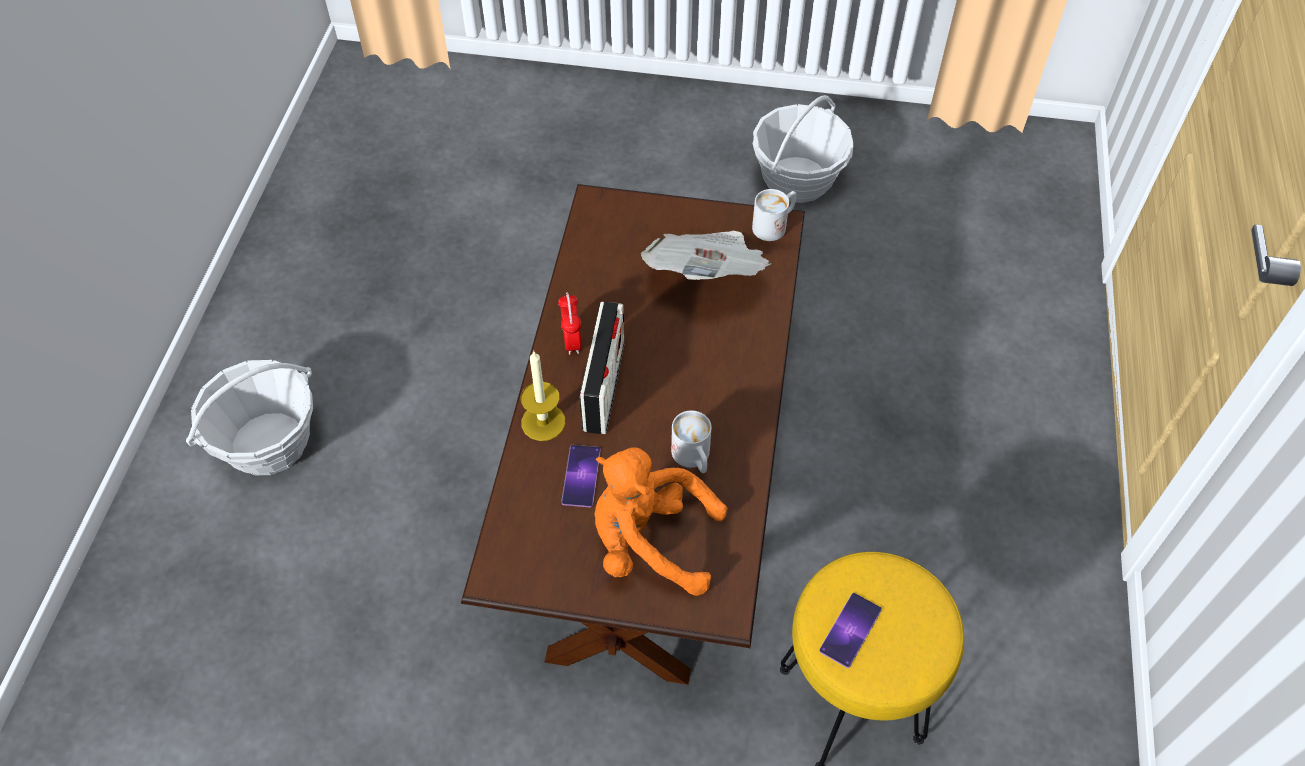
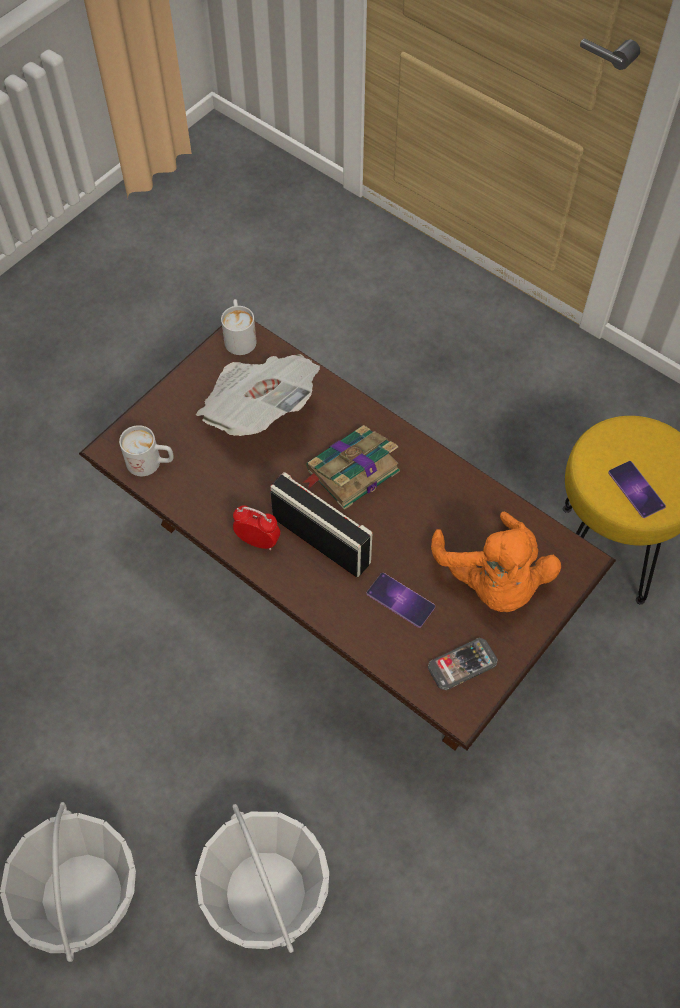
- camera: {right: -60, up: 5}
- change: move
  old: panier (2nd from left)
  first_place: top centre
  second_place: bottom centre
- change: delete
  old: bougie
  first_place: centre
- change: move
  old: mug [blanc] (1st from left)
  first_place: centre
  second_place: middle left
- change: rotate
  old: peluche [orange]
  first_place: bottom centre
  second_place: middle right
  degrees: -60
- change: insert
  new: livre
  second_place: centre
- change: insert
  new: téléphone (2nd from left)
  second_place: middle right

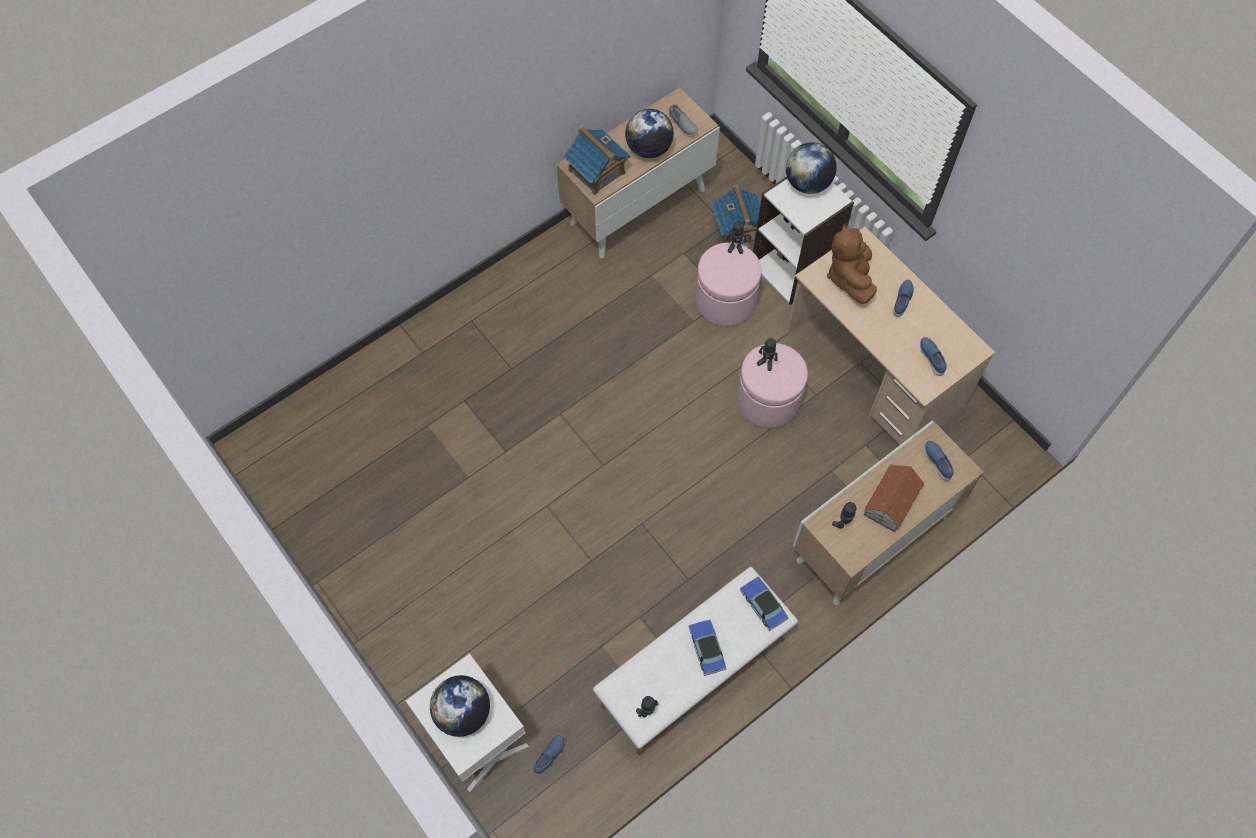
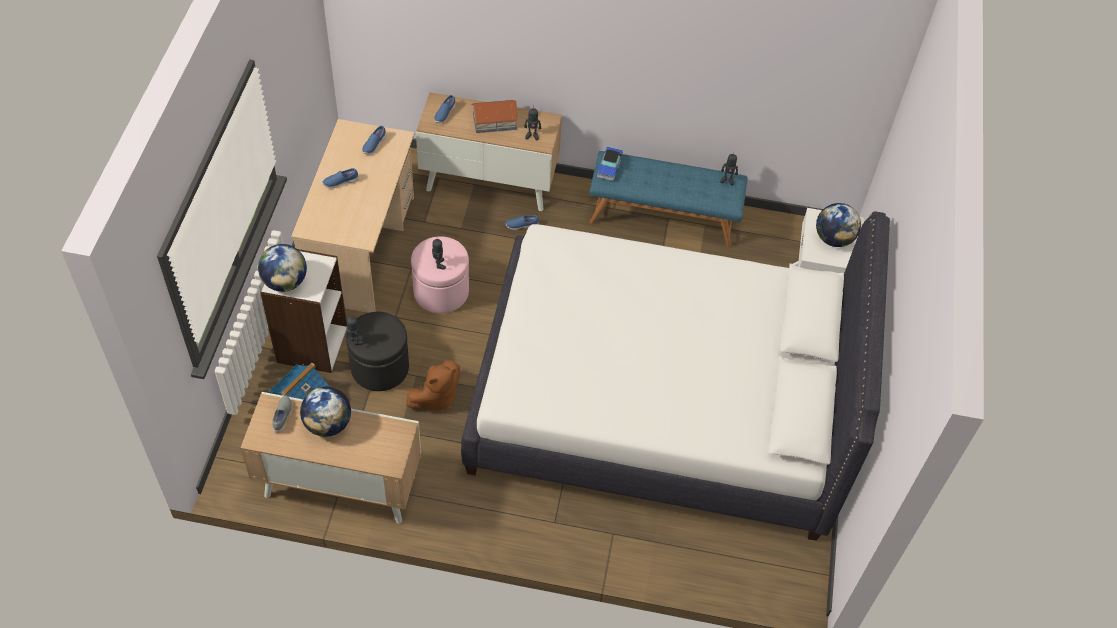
- camera: {right: -135, up: -10}
- change: delete
  old: maison miniature (1st from left)
  first_place: top centre
- change: move
  old: peluche [marron]
  first_place: top right
  second_place: centre
- change: recolor
  old: pouf [rose] (1st from left)
  new: pouf [noir]
  first_place: centre
  second_place: centre
- change: recolor
  old: banc [blanc]
  new: banc [bleu]
  first_place: bottom centre
  second_place: top centre
- change: delete
  old: petite voiture (1st from left)
  first_place: bottom centre
- change: move
  old: chaussure [bleu] (1st from left in the first image)
  new: chaussure [bleu] (4th from left)
  first_place: bottom centre
  second_place: centre
- change: insert
  new: lit [blanc]
  second_place: centre

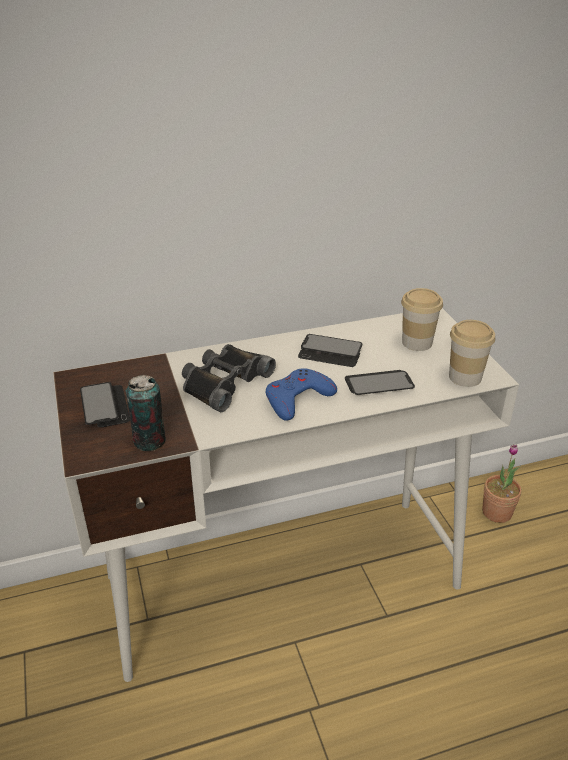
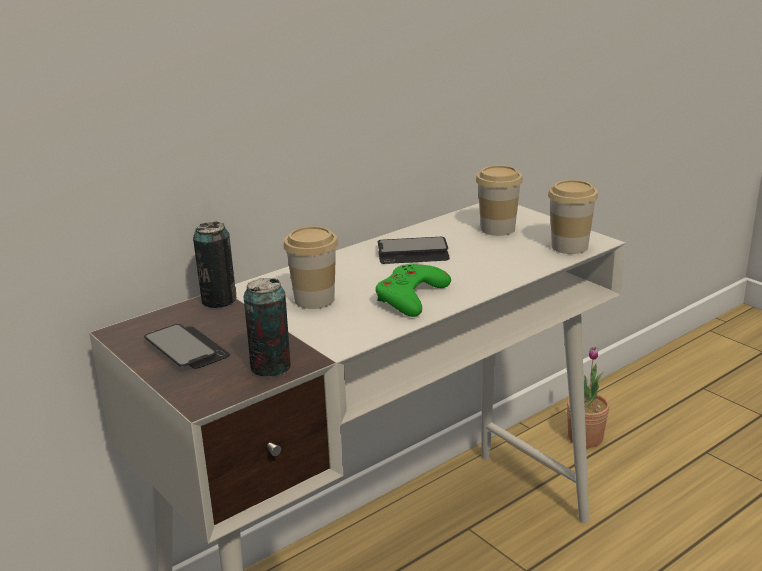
- camera: {right: -20, up: -10}
- change: replace
  old: jumelles [noir]
  new: tasse (1st from left)
  first_place: centre
  second_place: centre
- change: recolor
  old: manette [bleu]
  new: manette [vert]
  first_place: centre
  second_place: centre
- change: delete
  old: téléphone (3rd from left)
  first_place: middle right
- change: insert
  new: boîte métallique (1st from left)
  second_place: middle left

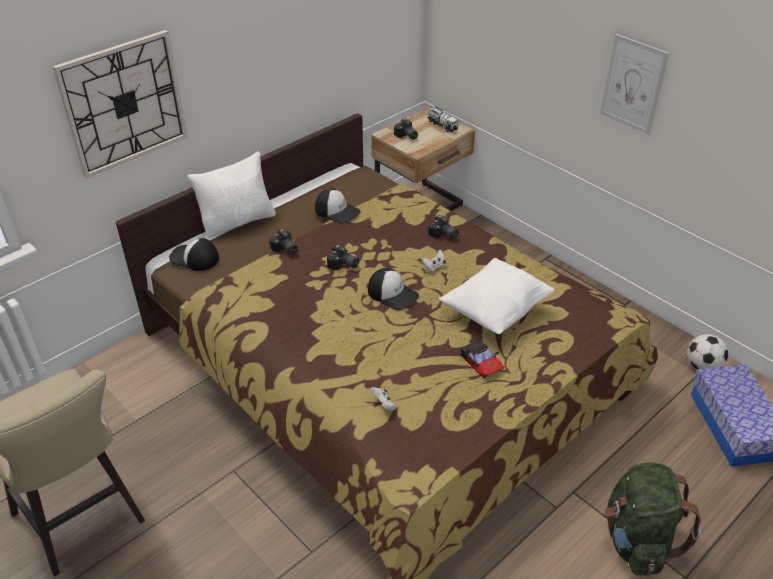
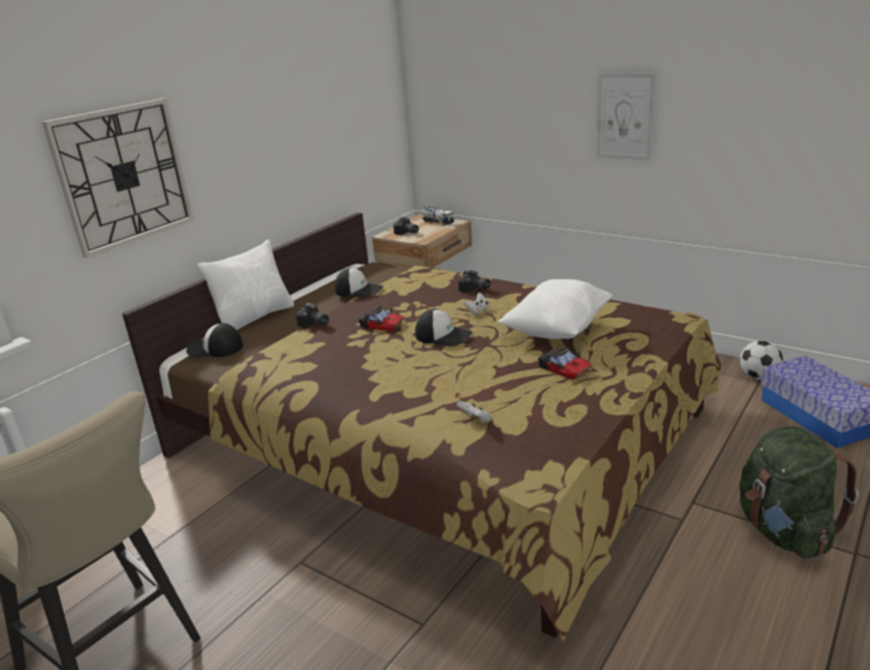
- camera: {right: -10, up: -15}
- change: replace
  old: appareil photo (2nd from left)
  new: petite voiture (1st from left)
  first_place: centre
  second_place: centre

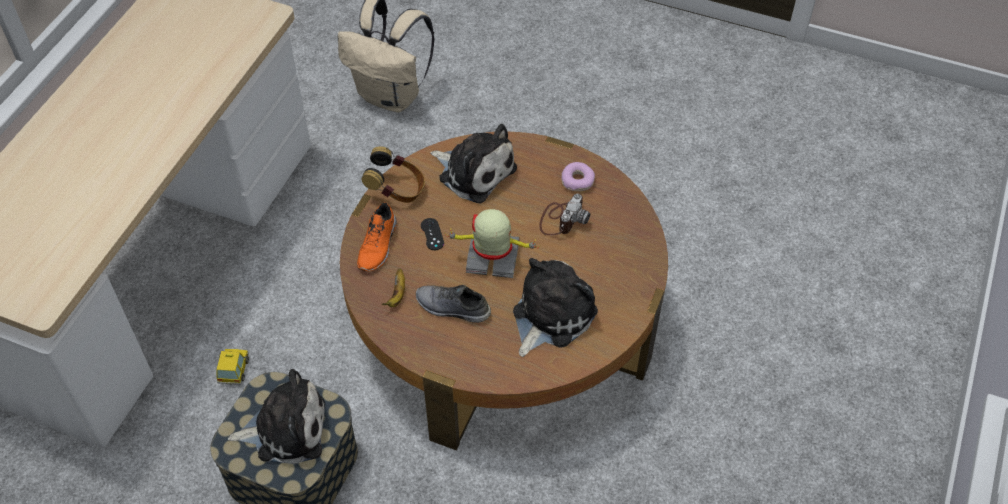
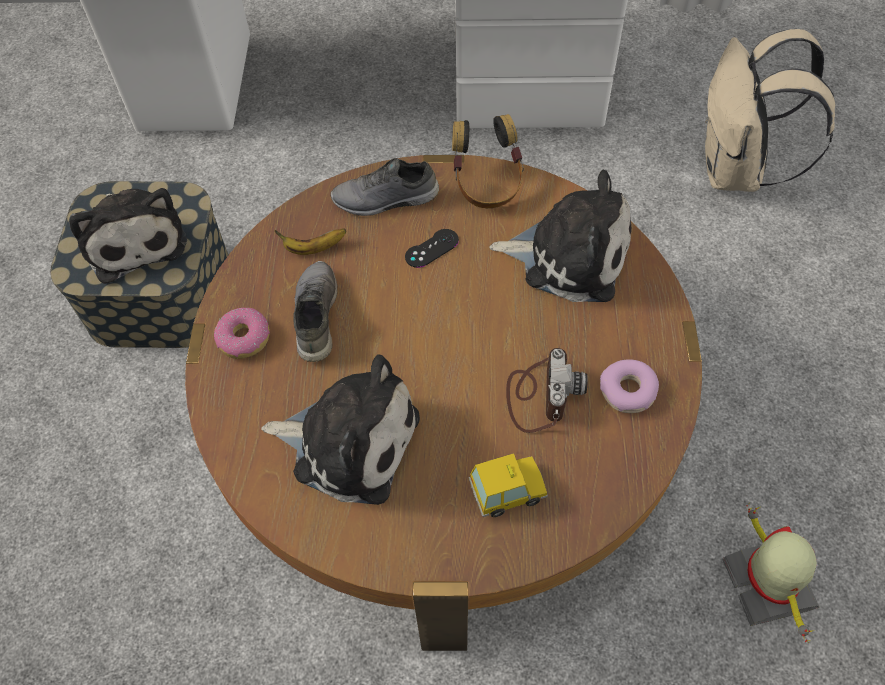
- camera: {right: 70, up: 5}
- change: rotate
  old: peluche (2nd from left in the first image)
  first_place: top centre
  second_place: centre
  degrees: -90
- change: rotate
  old: appareil photo
  first_place: centre
  second_place: centre
  degrees: -90
- change: recolor
  old: chaussure [orange]
  new: chaussure [gris] (2nd from left)
  first_place: centre
  second_place: top centre
- change: move
  old: robot jouet
  first_place: centre
  second_place: bottom right
- change: move
  old: petite voiture
  first_place: bottom left
  second_place: bottom centre
- change: insert
  new: beignet (1st from left)
  second_place: middle left

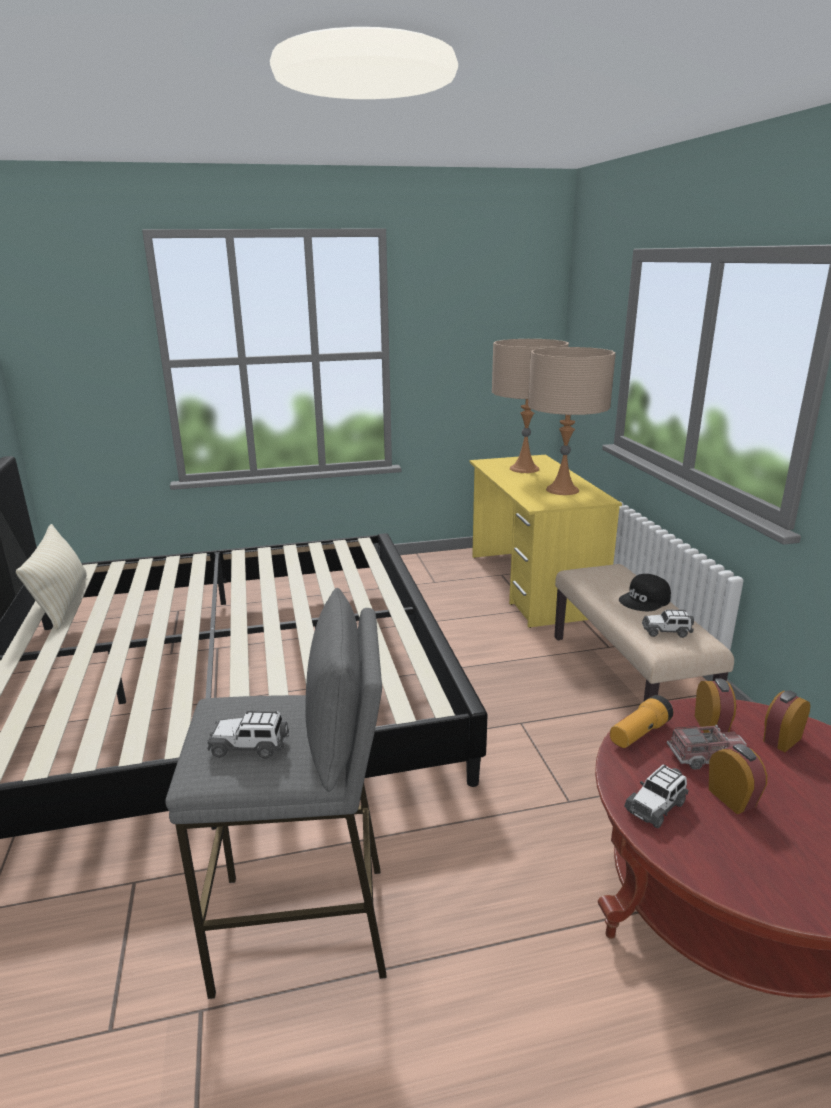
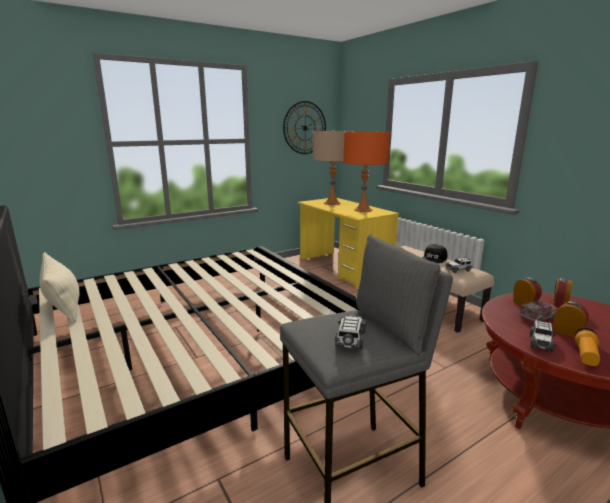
- camera: {right: -20, up: -5}
- change: recolor
  old: lampe de table [beige] (2nd from left)
  new: lampe de table [orange]
  first_place: middle right
  second_place: centre
- change: move
  old: lampe de poche
  first_place: middle right
  second_place: bottom right
- change: rotate
  old: petite voiture (1st from left)
  first_place: middle left
  second_place: centre
  degrees: 120
- change: insert
  new: horloge murale
  second_place: top centre

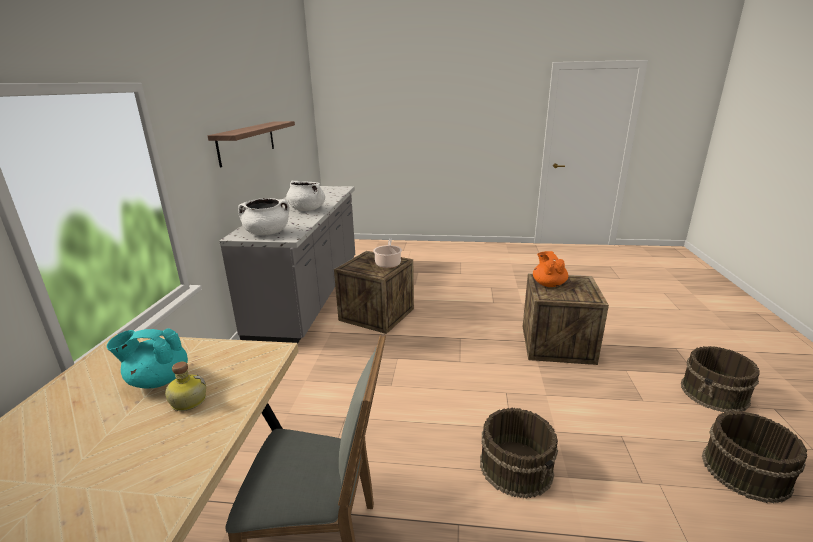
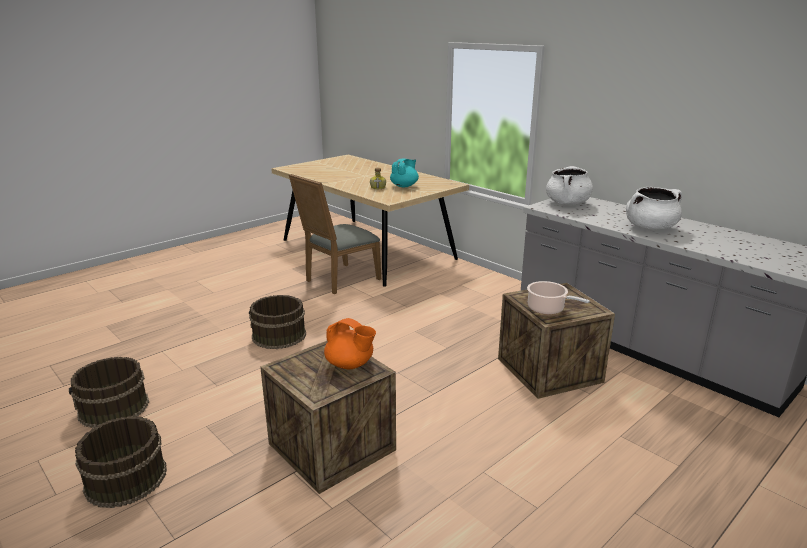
- camera: {right: 130, up: 0}
- change: delete
  old: étagère
  first_place: top left

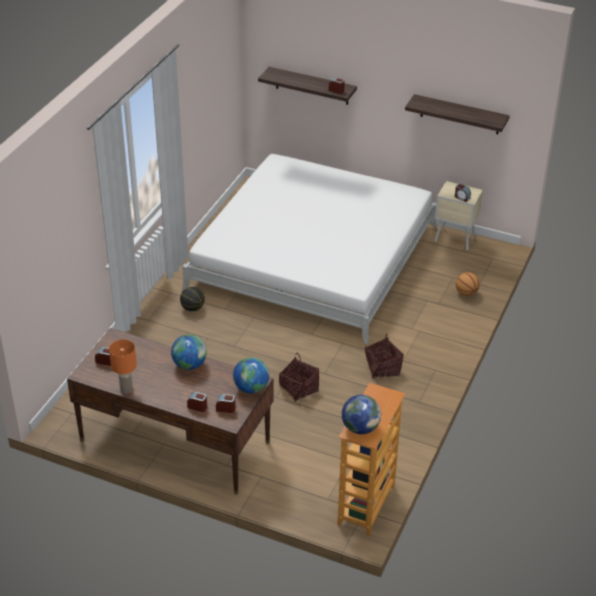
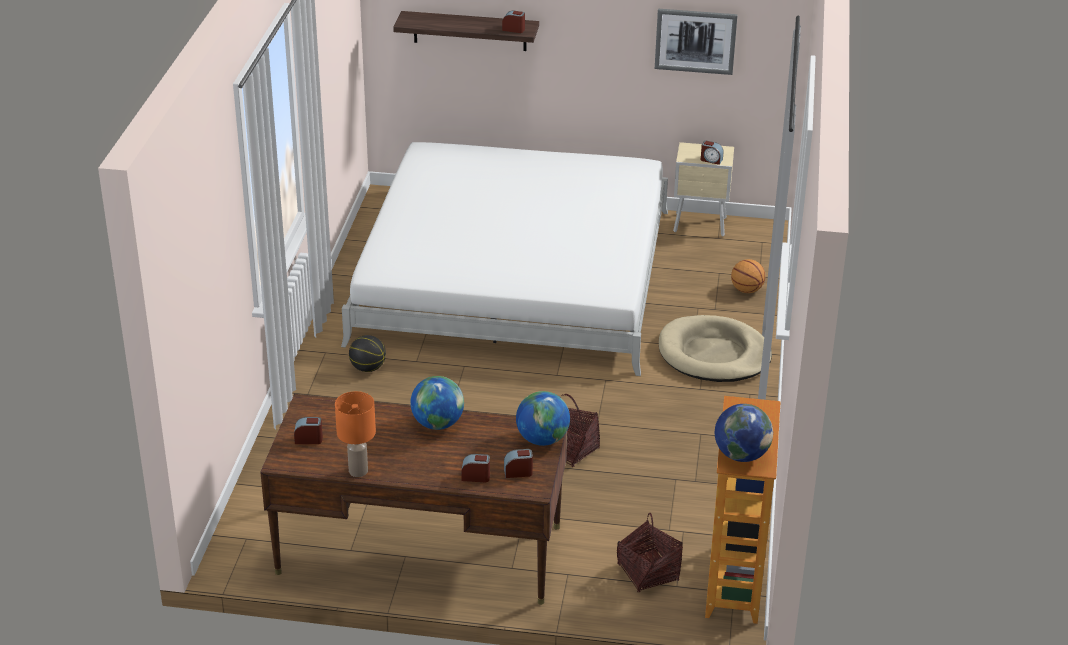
- camera: {right: -15, up: -5}
- change: replace
  old: étagère (2nd from left)
  new: tableau
  first_place: top right
  second_place: top centre
- change: move
  old: panier (2nd from left)
  first_place: centre
  second_place: bottom centre
- change: insert
  new: panier pour chien [beige]
  second_place: middle right

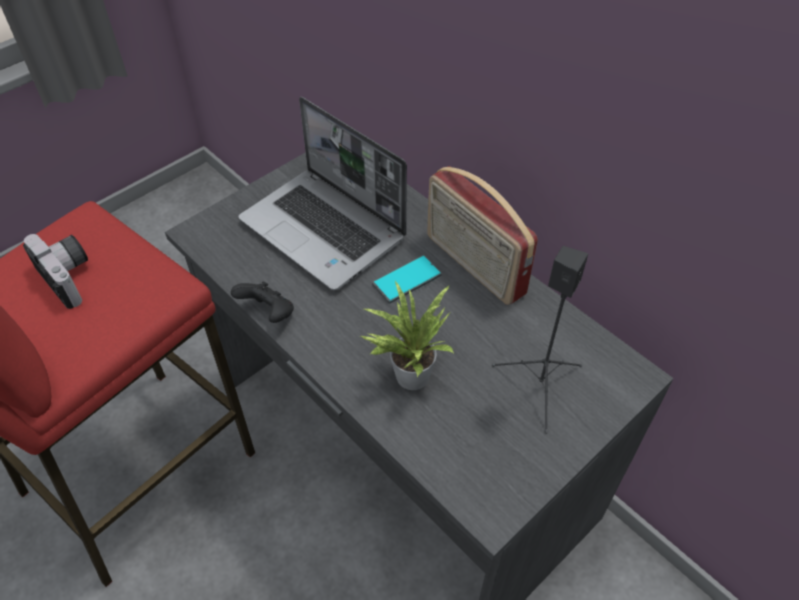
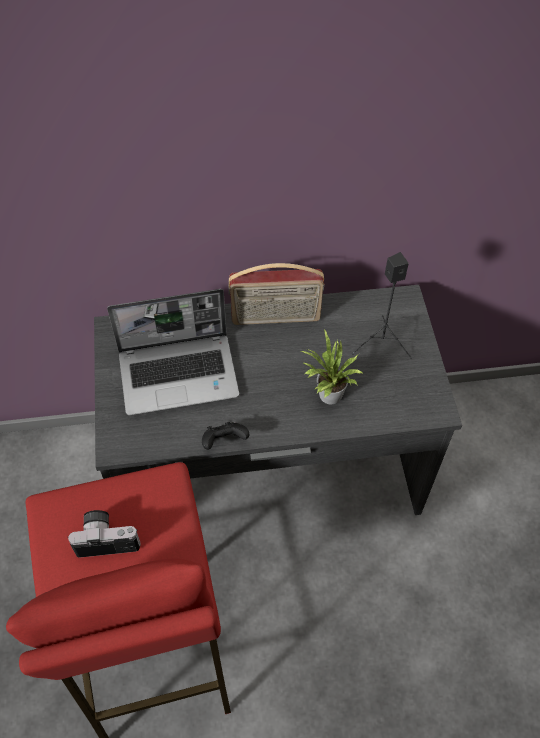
- camera: {right: -55, up: 5}
- change: delete
  old: téléphone
  first_place: centre

